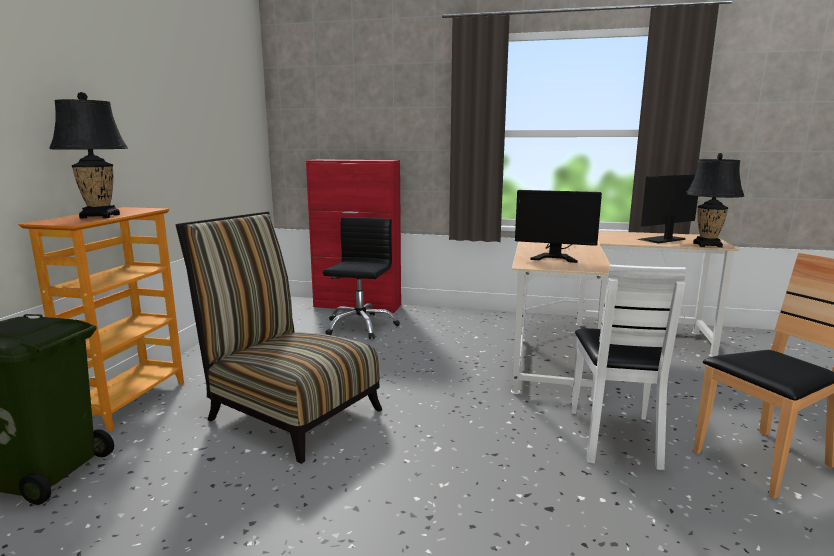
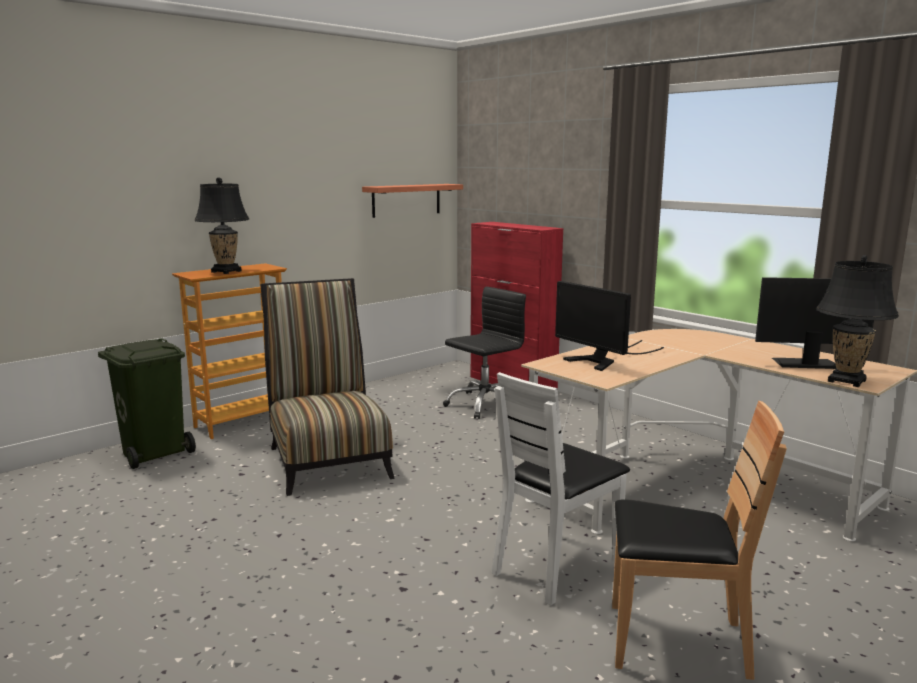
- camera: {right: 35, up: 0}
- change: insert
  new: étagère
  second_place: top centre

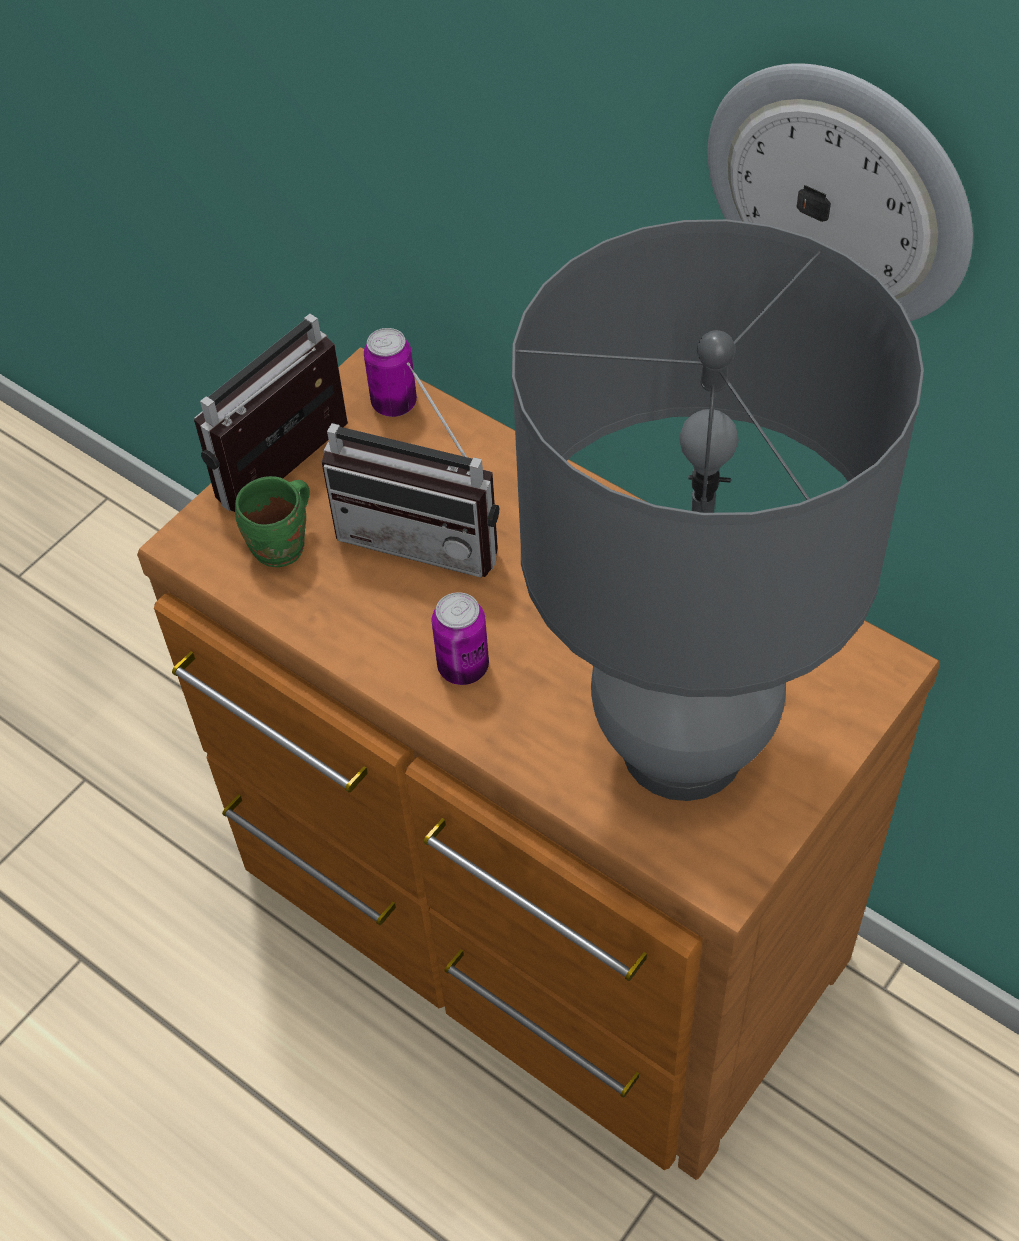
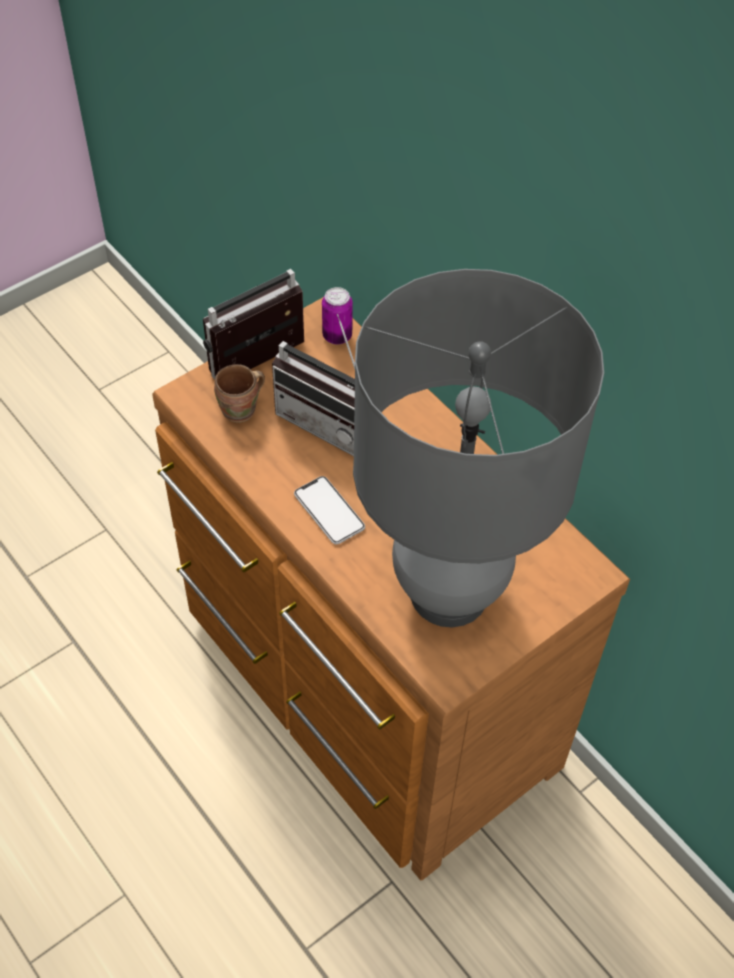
- camera: {right: 10, up: 0}
- change: delete
  old: horloge murale
  first_place: top right
- change: recolor
  old: mug [vert]
  new: mug [marron]
  first_place: middle left
  second_place: middle left
- change: replace
  old: boîte métallique (2nd from left)
  new: téléphone
  first_place: centre
  second_place: centre

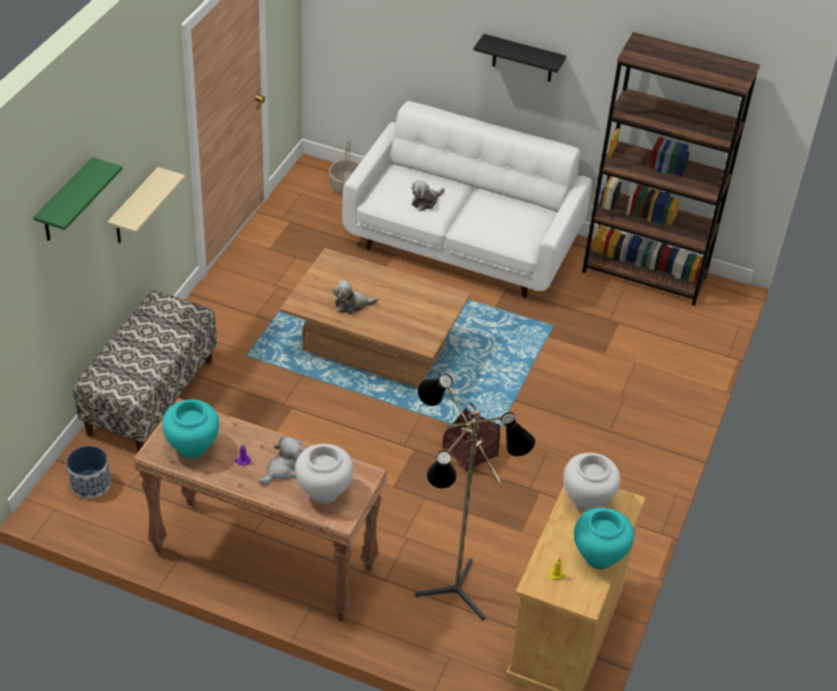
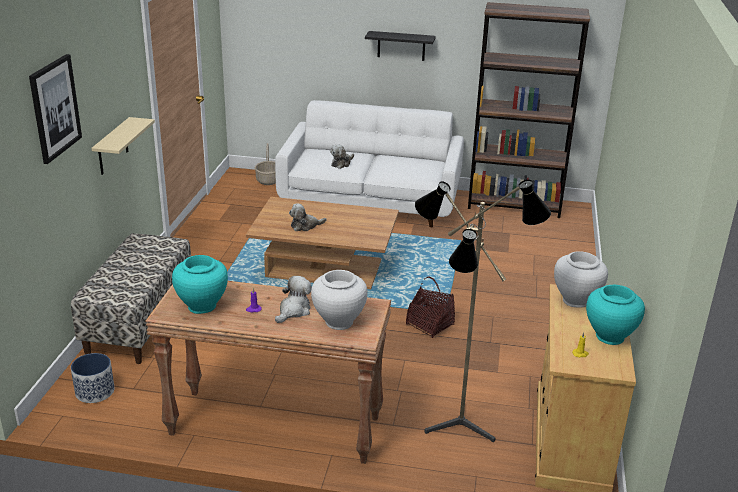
- camera: {right: -10, up: -15}
- change: replace
  old: étagère [vert]
  new: tableau
  first_place: top left
  second_place: top left

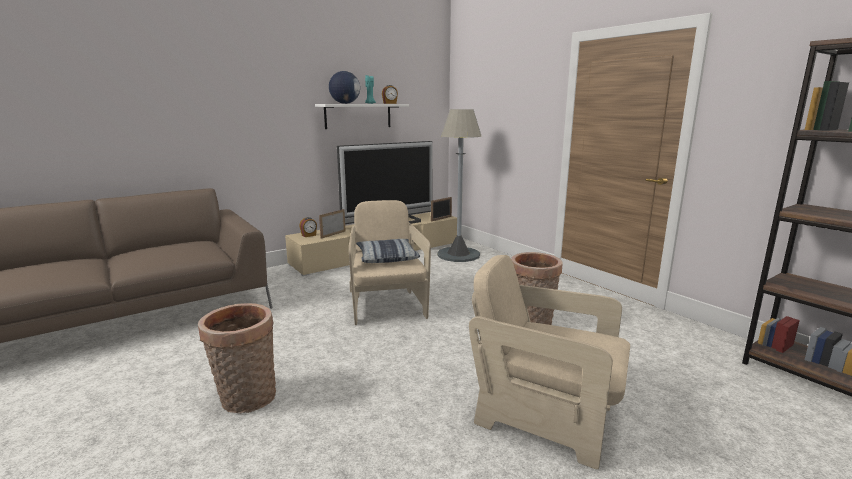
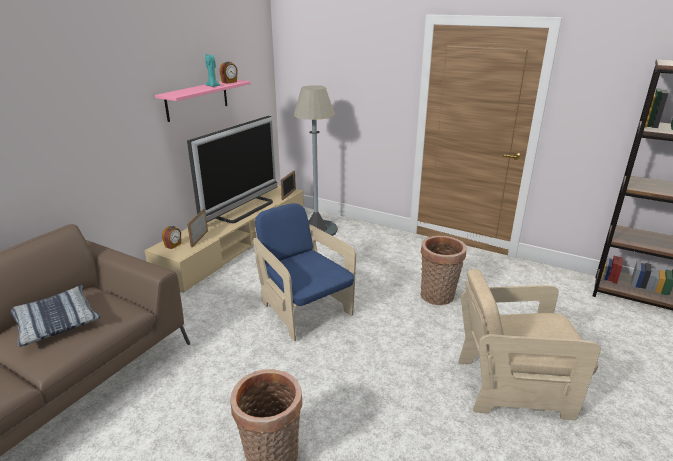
- camera: {right: -25, up: 10}
- change: delete
  old: globe
  first_place: top centre
- change: recolor
  old: étagère [blanc]
  new: étagère [rose]
  first_place: top centre
  second_place: top left
- change: recolor
  old: fauteuil [beige] (1st from left)
  new: fauteuil [bleu]
  first_place: centre
  second_place: centre
- change: move
  old: coussin
  first_place: centre
  second_place: bottom left

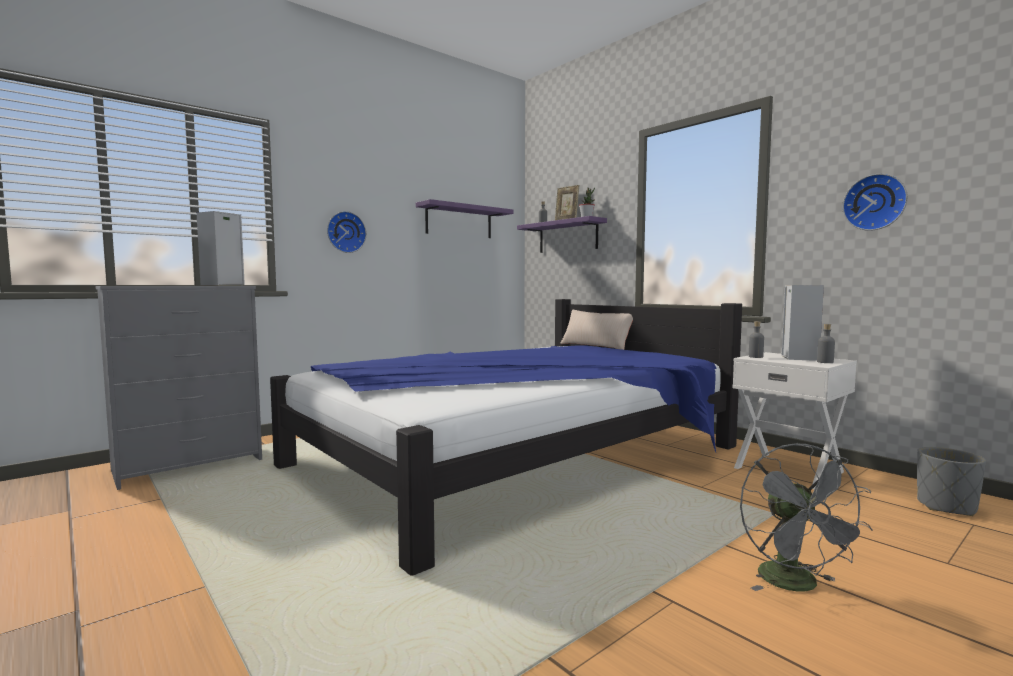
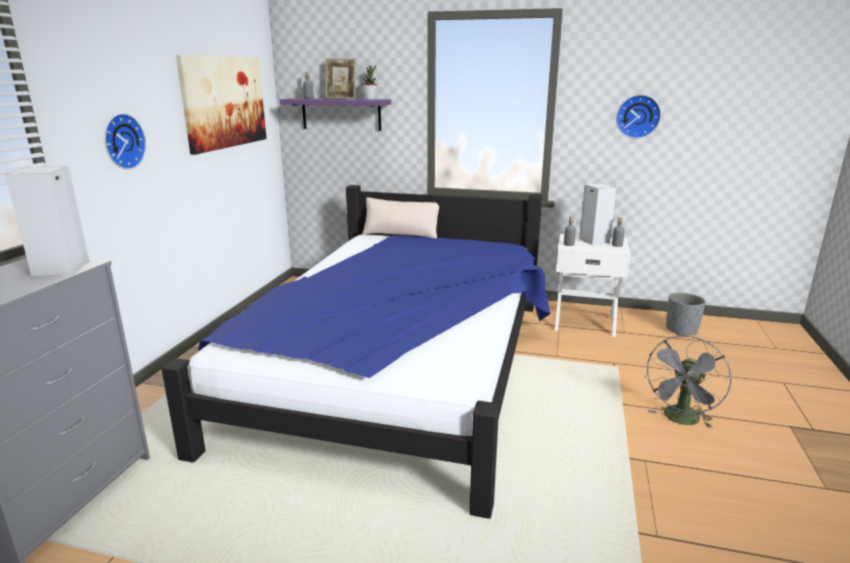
- camera: {right: -35, up: 15}
- change: replace
  old: étagère [violet] (1st from left)
  new: tableau
  first_place: top centre
  second_place: top left
- change: rotate
  old: ventilateur [gris]
  first_place: bottom right
  second_place: bottom right
  degrees: 75

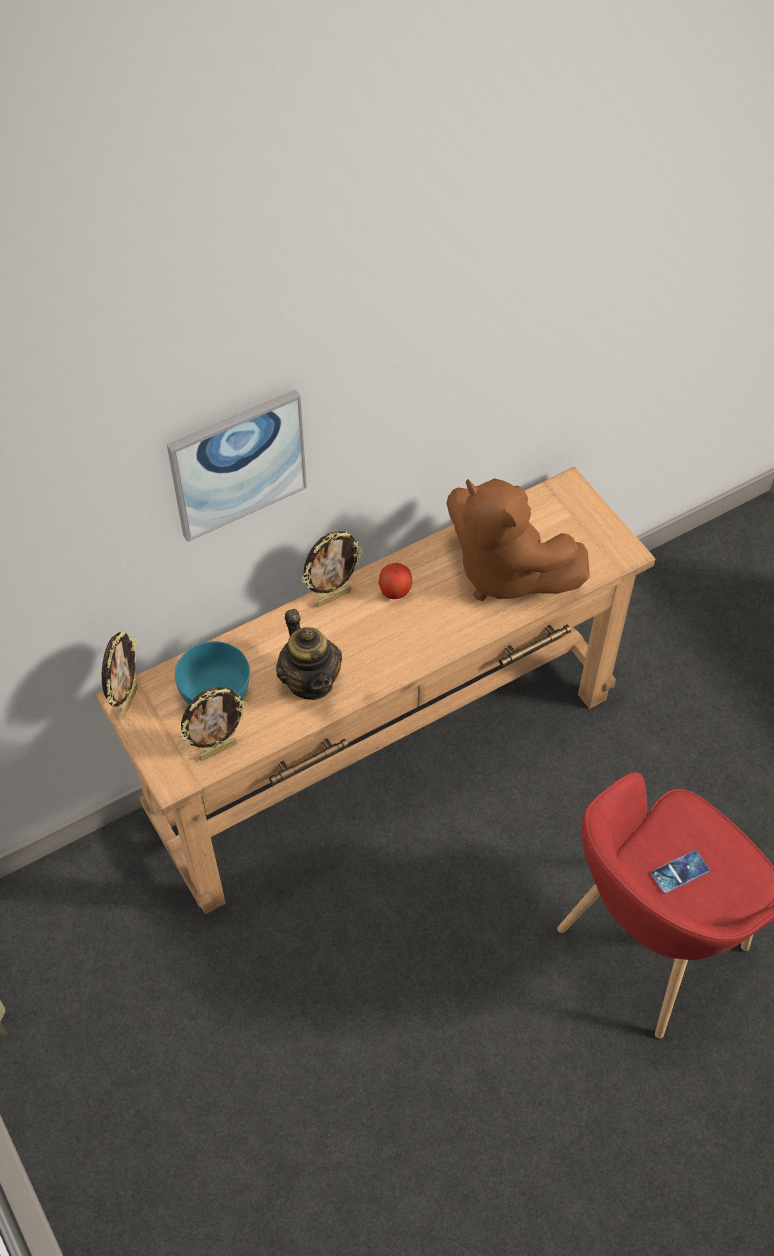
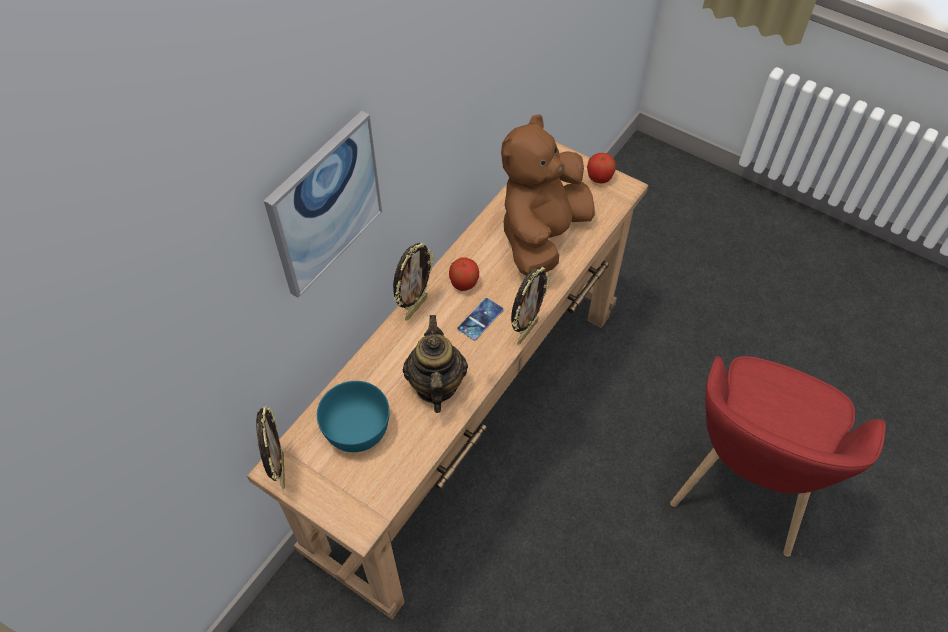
- camera: {right: -25, up: 0}
- change: rotate
  old: peluche [marron]
  first_place: middle right
  second_place: top centre
  degrees: 105
- change: rotate
  old: théière
  first_place: centre
  second_place: centre
  degrees: -135
- change: move
  old: cadre photo (2nd from left in the first image)
  new: cadre photo (3rd from left)
  first_place: middle left
  second_place: centre
- change: move
  old: téléphone
  first_place: bottom right
  second_place: centre
- change: insert
  new: pomme (2nd from left)
  second_place: top centre

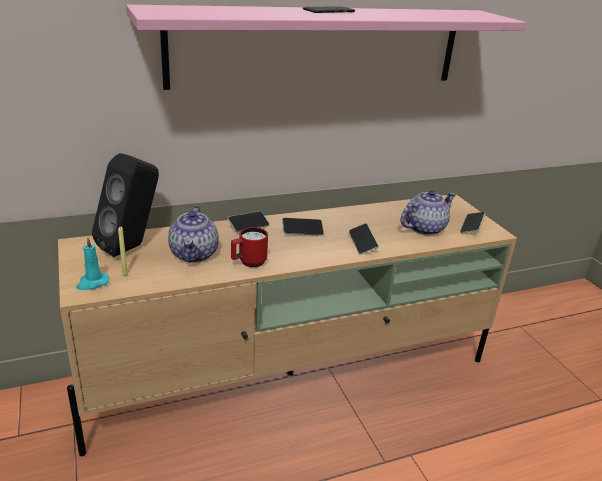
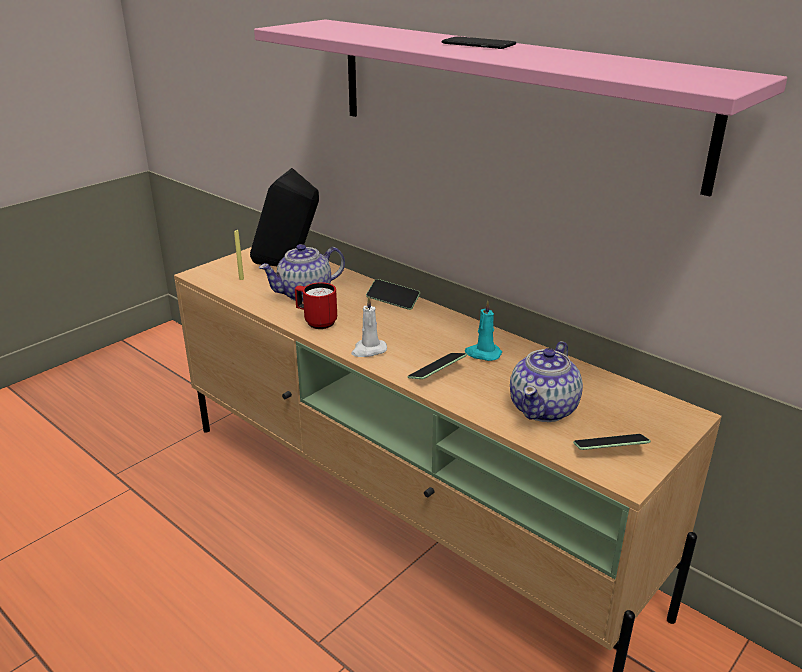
- camera: {right: 65, up: 0}
- change: rotate
  old: théière (2nd from left)
  first_place: middle right
  second_place: middle right
  degrees: 90
- change: delete
  old: téléphone (2nd from left)
  first_place: centre
- change: move
  old: bougie [turquoise]
  first_place: middle left
  second_place: centre
- change: insert
  new: bougie [blanc]
  second_place: centre

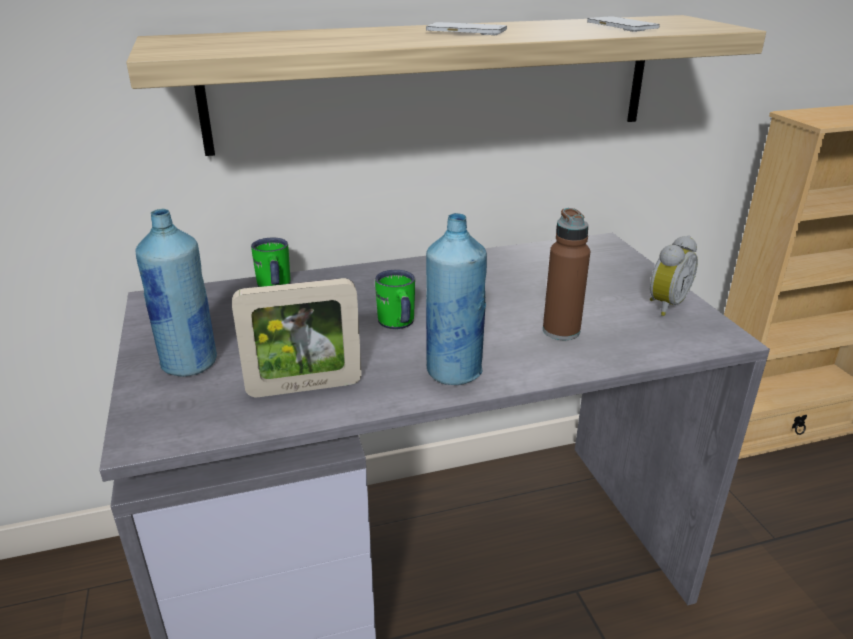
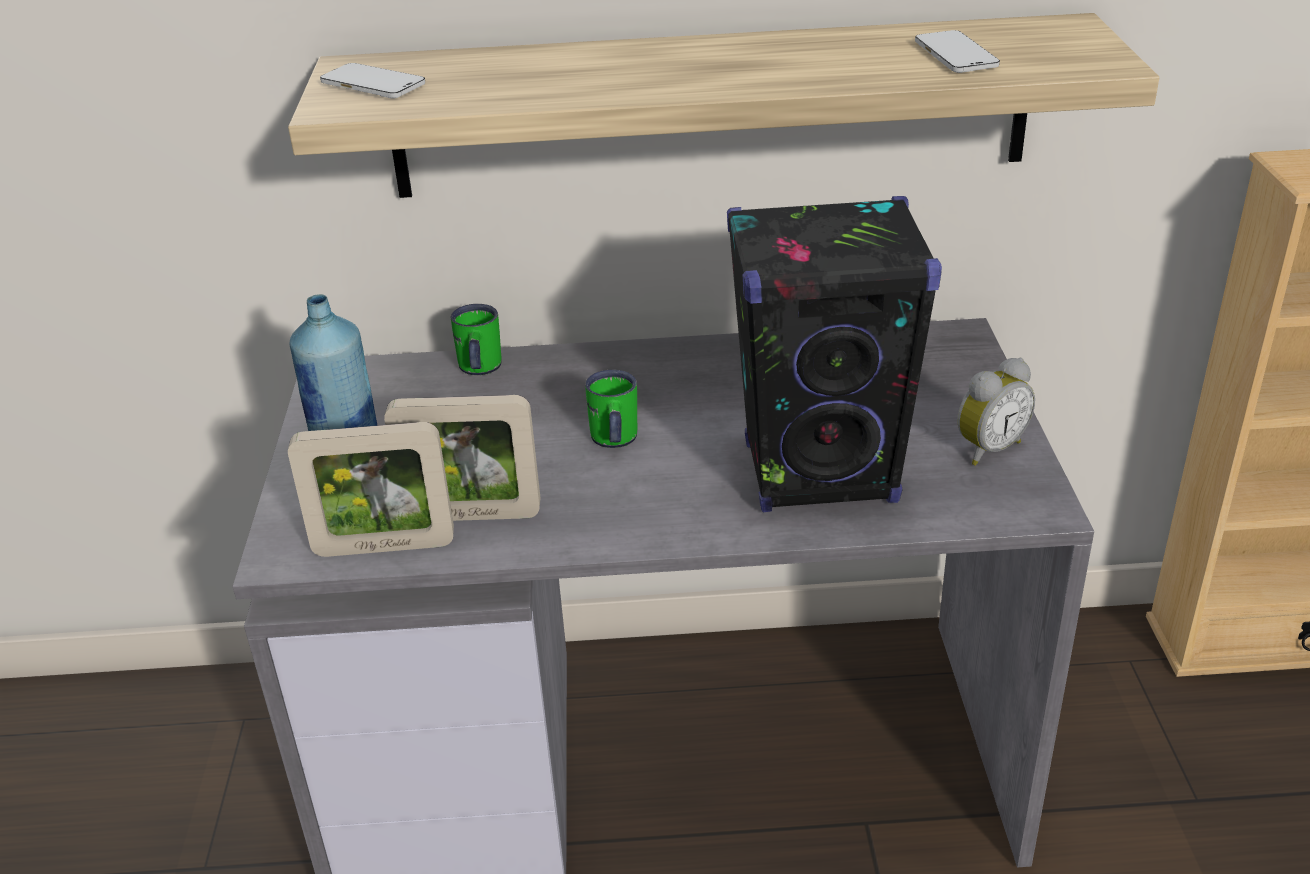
- camera: {right: 15, up: 5}
- change: move
  old: téléphone (1st from left)
  first_place: top centre
  second_place: top left
- change: replace
  old: bouteille [marron]
  new: enceinte [noir]
  first_place: centre
  second_place: centre
- change: delete
  old: bouteille [bleu] (2nd from left)
  first_place: centre
- change: insert
  new: cadre photo (1st from left)
  second_place: middle left

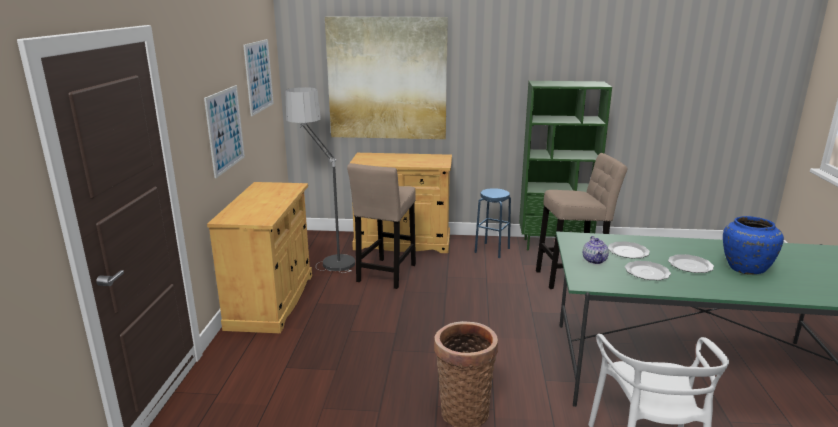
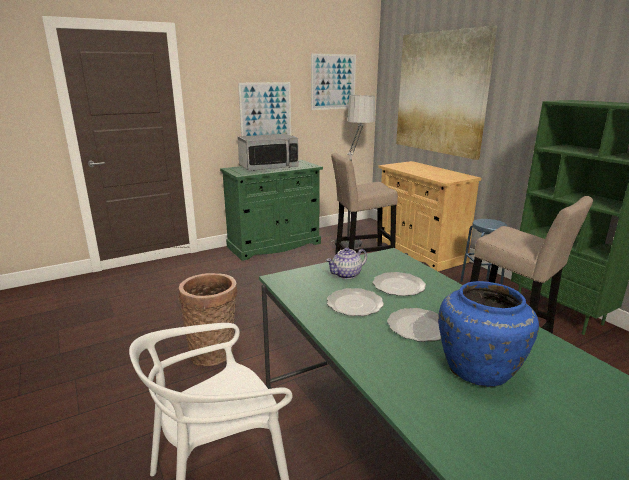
- camera: {right: 55, up: 0}
- change: recolor
  old: meuble de rangement [beige] (1st from left)
  new: meuble de rangement [vert]
  first_place: middle left
  second_place: centre
- change: insert
  new: micro-ondes
  second_place: top centre

